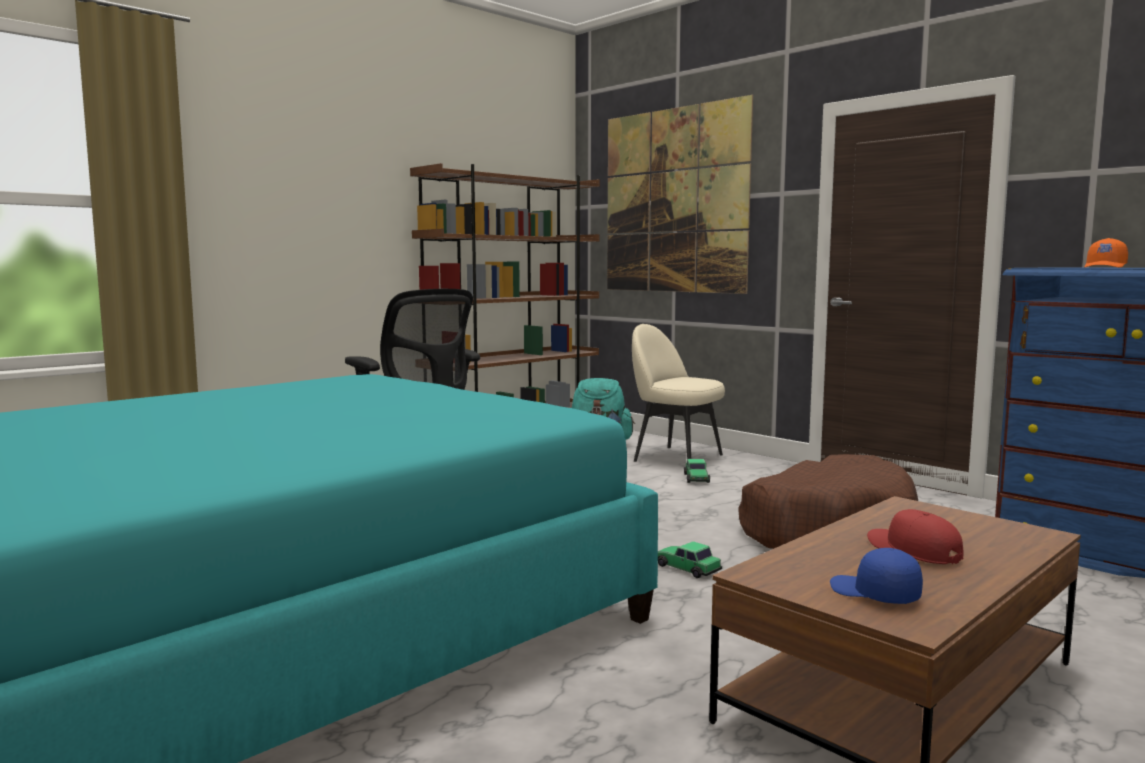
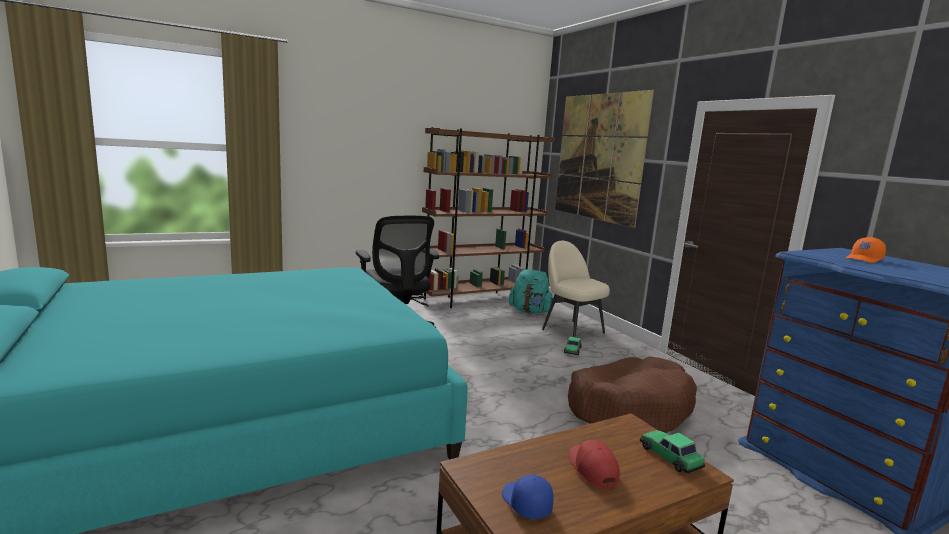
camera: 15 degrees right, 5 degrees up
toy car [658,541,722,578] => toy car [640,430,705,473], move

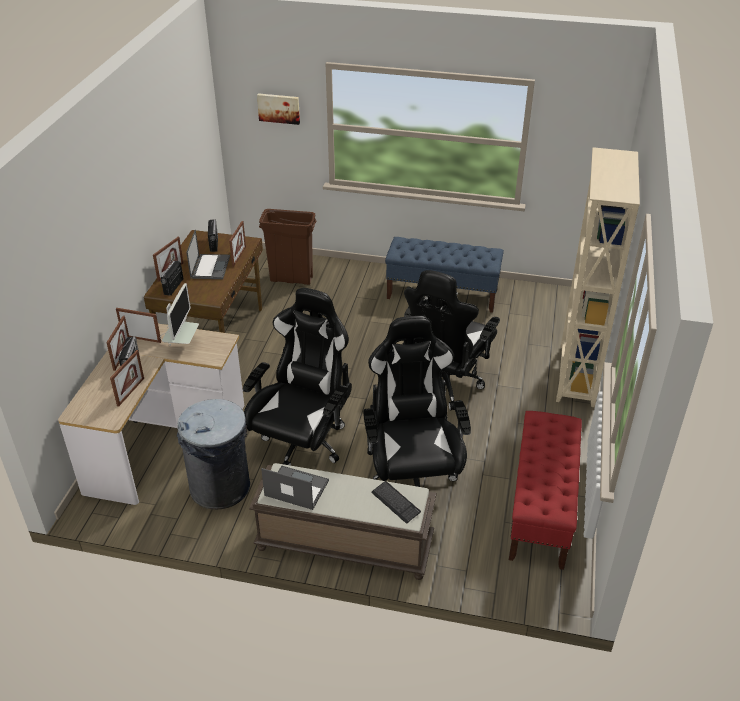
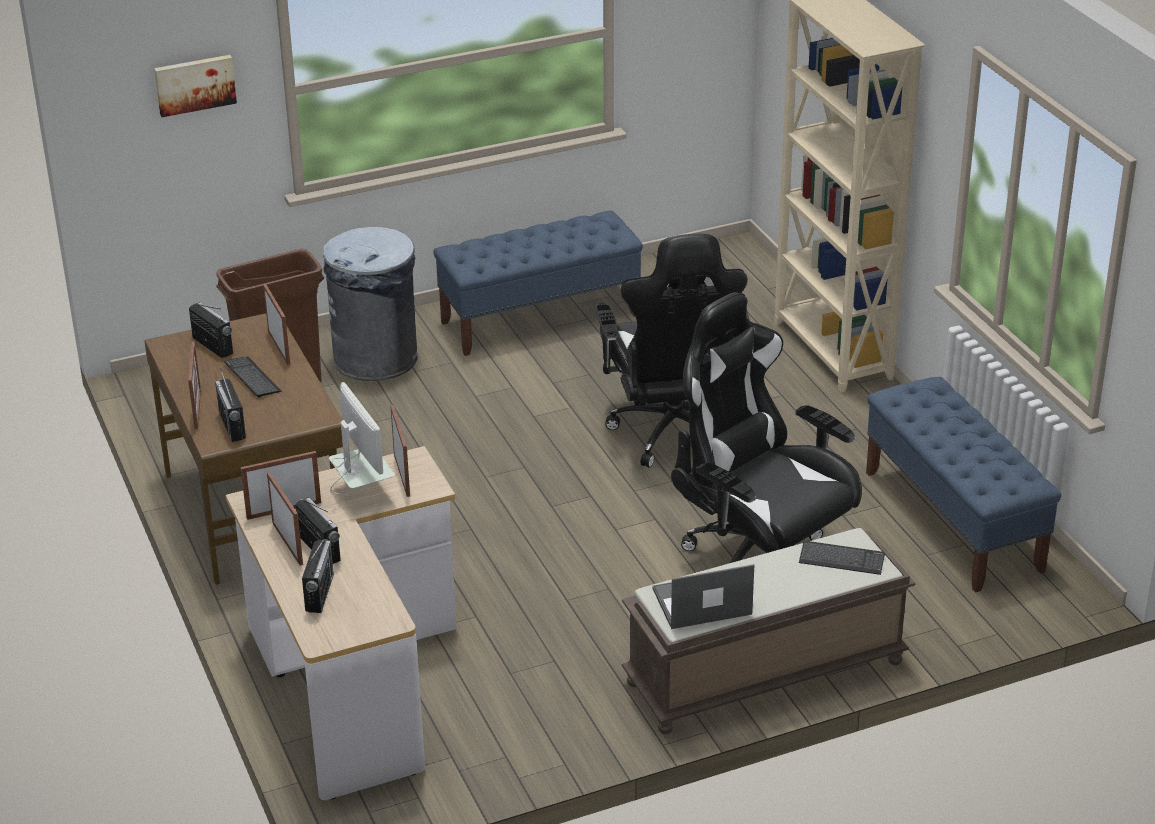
camera: 35 degrees left, 5 degrees down
laptop [186,230,230,279] => keyboard [224,357,282,398]
nothing => radio set [302,539,334,613]
grey trash can [177,399,250,509] => grey trash can [323,227,418,381], move
photo frame [110,350,144,407] => photo frame [390,405,410,497], move
red-coloured long seat [509,411,582,570] => blue long seat [866,377,1061,593]
black office chair [243,288,352,466] => nothing

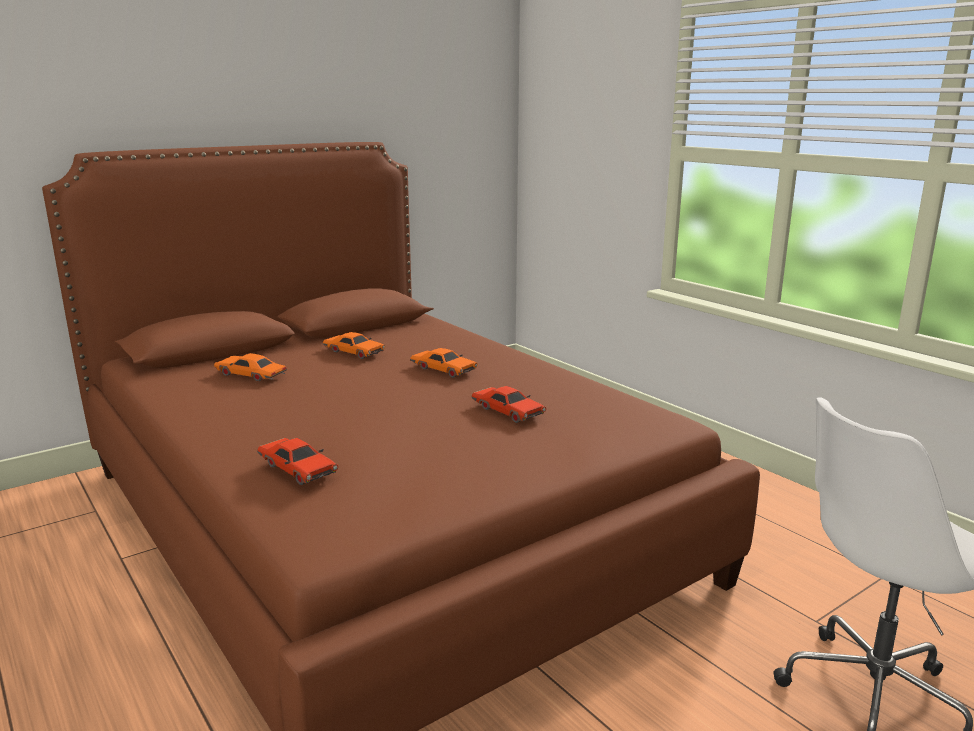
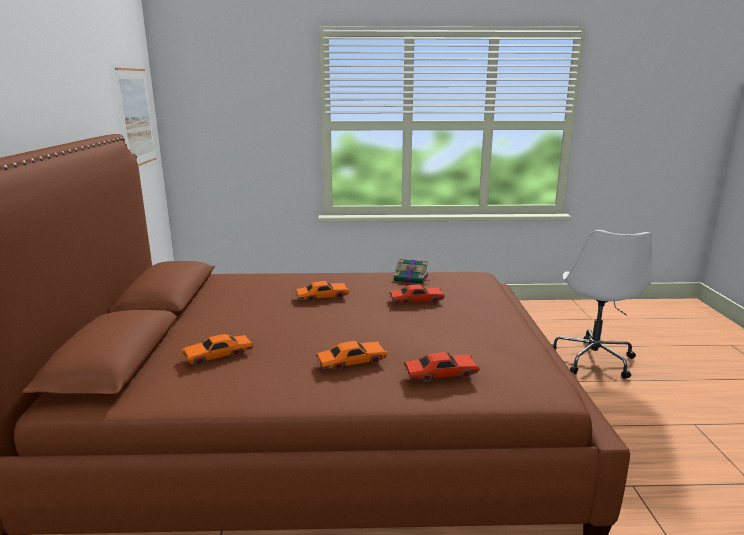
camera: 55 degrees left, 0 degrees up
nothing => picture [115,68,156,166]
orange toy car [323,332,385,359] => orange toy car [316,341,387,370], move
nothing => volume [394,259,430,284]

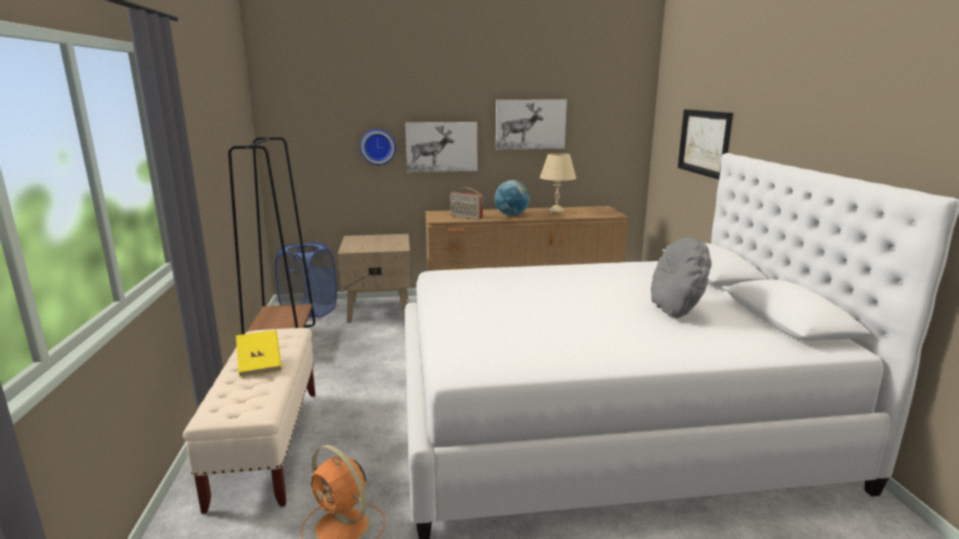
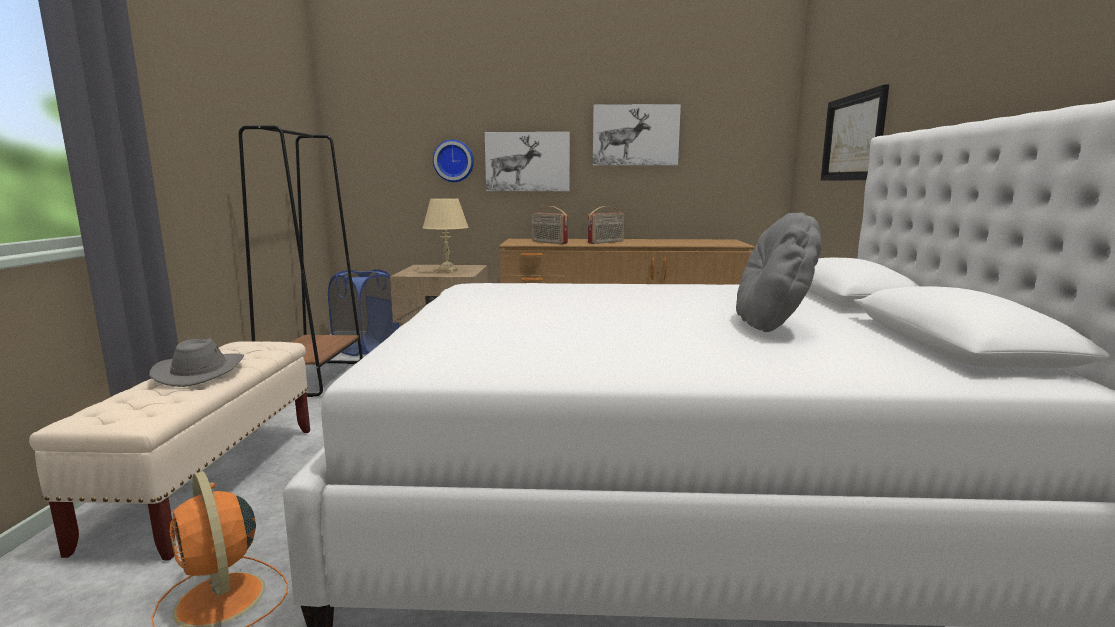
camera: 10 degrees right, 5 degrees down
yellow volume [236,330,282,377] => grey wearable hat [149,338,244,387]
beige-coloured lamp for a table [540,153,576,214] => beige-coloured lamp for a table [423,198,469,273], move
globe [495,180,530,216] => radio set [588,206,624,244]

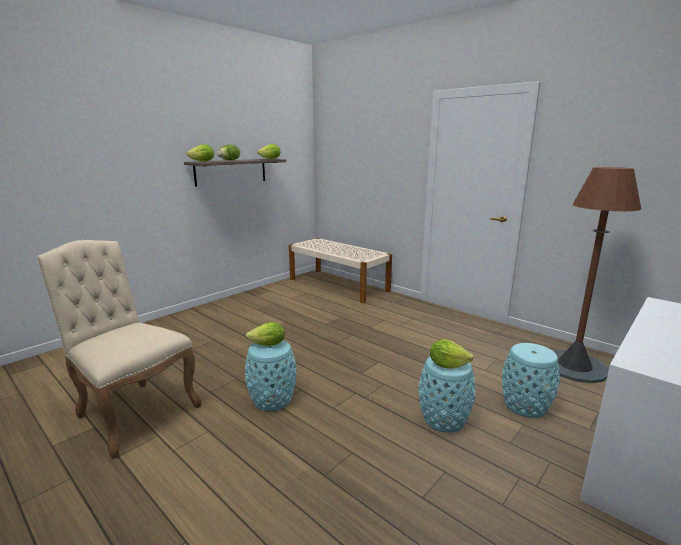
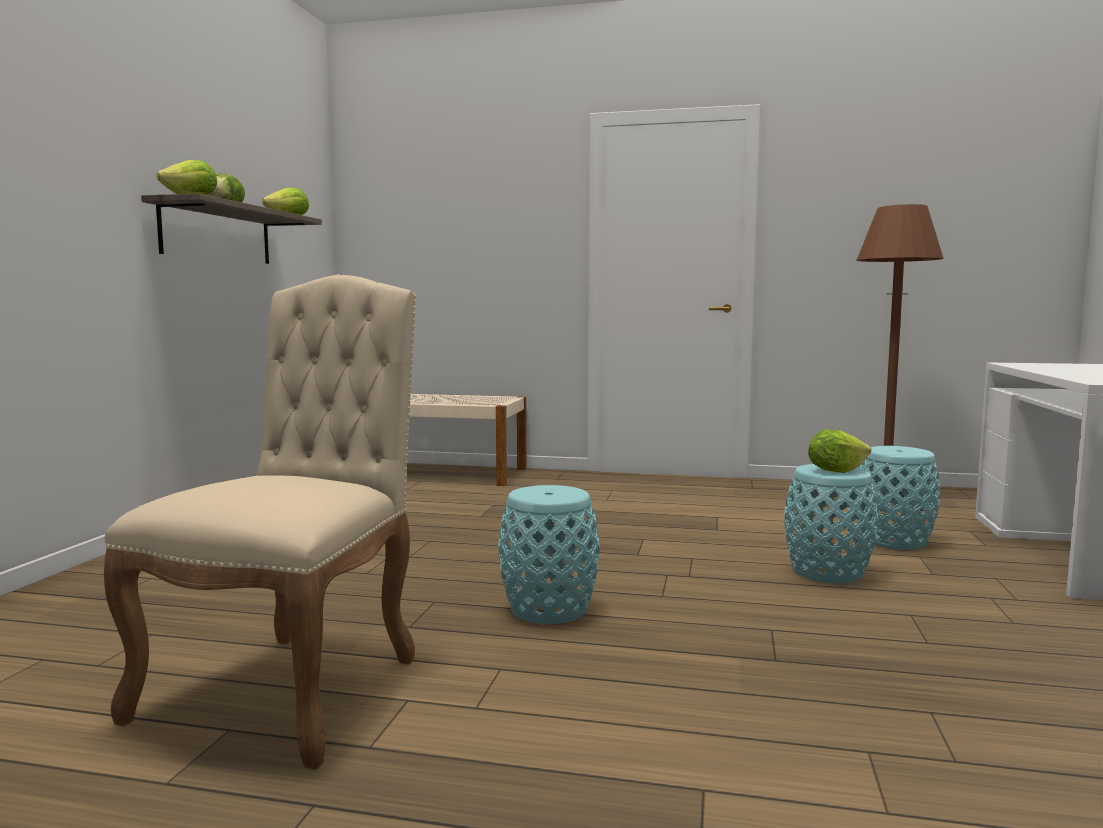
camera: 30 degrees left, 10 degrees down
beige-coloured upright chair [37,240,201,459] => beige-coloured upright chair [104,274,416,769], 105 degrees clockwise
head of lettuce [246,322,285,346] => nothing

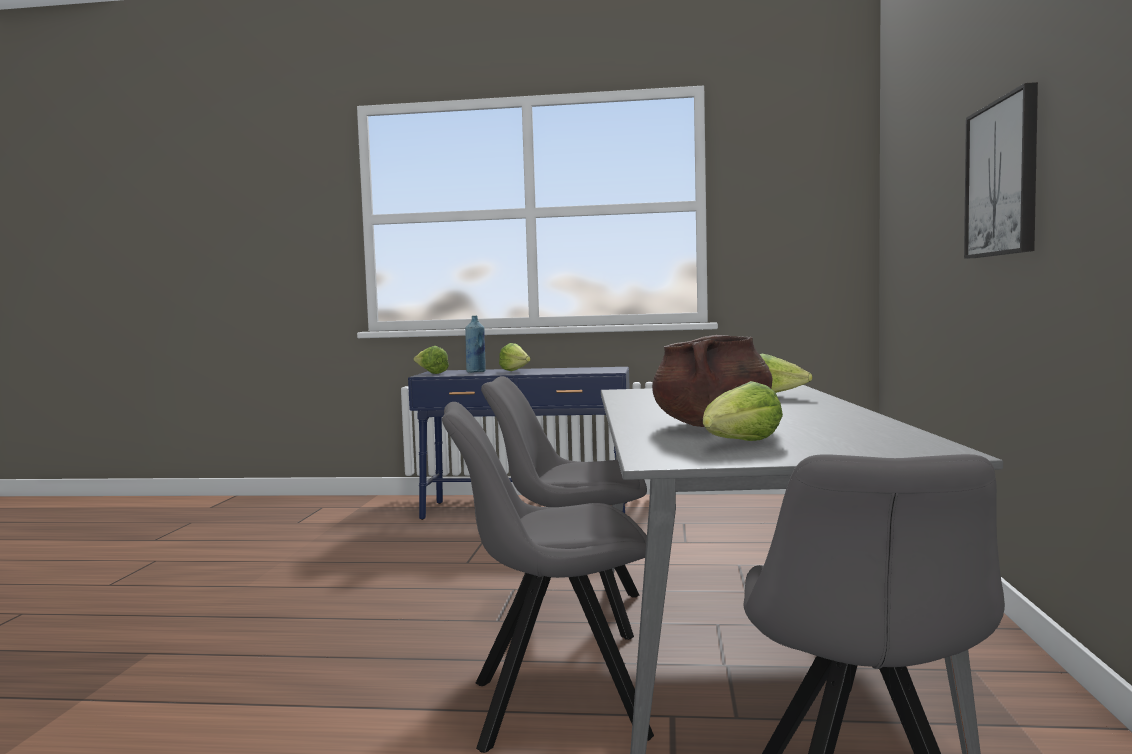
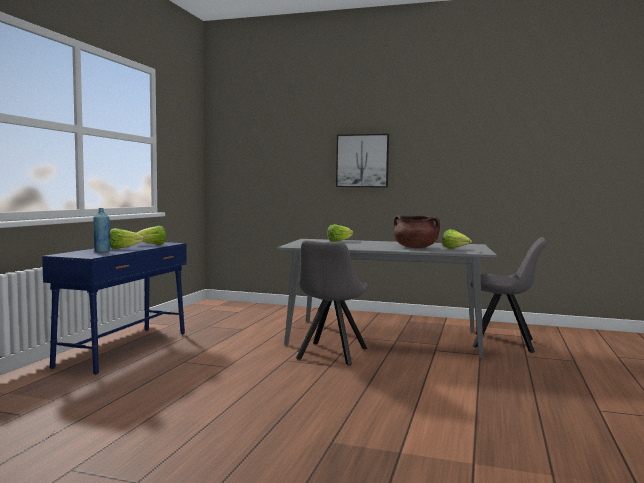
camera: 80 degrees left, 0 degrees up
head of lettuce [413,346,449,374] => head of lettuce [137,226,166,245], move
grey upright chair [442,402,654,753] => nothing

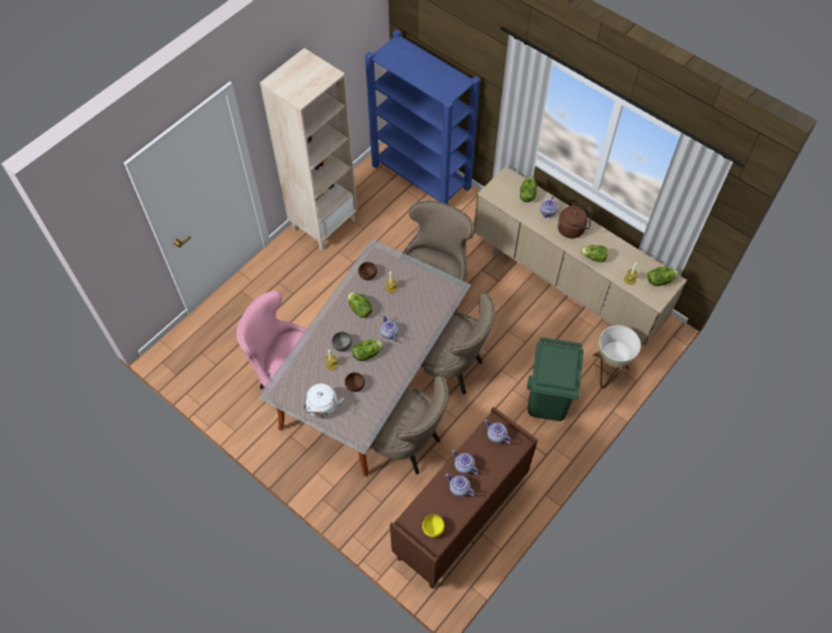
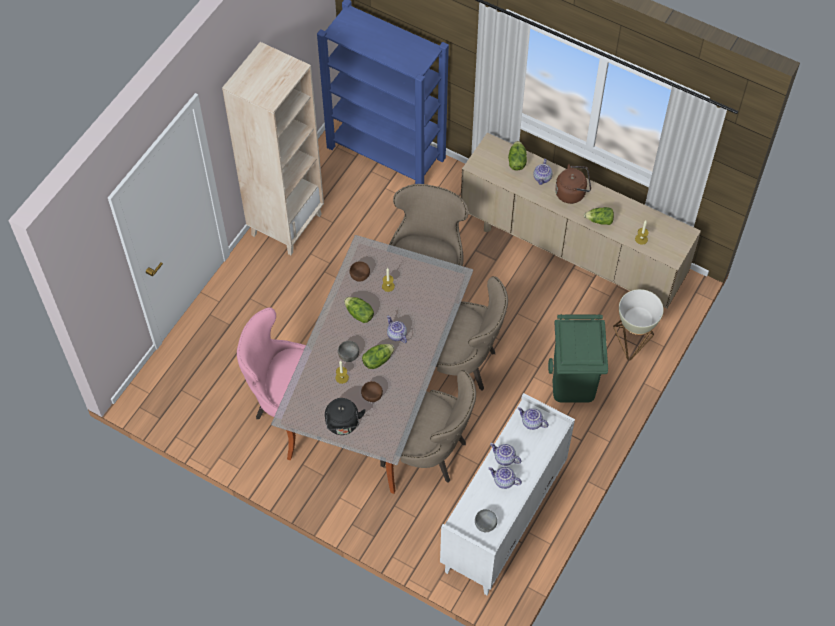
camera: 10 degrees left, 0 degrees up
whitish water kettle [304,384,344,419] => black water kettle [325,398,366,435]
brown drawer chest [390,406,538,589] => whitish drawer chest [440,393,575,595]
yellow serving bowl [422,514,444,538] => grey serving bowl [475,509,497,532]
head of lettuce [647,267,679,286] => nothing

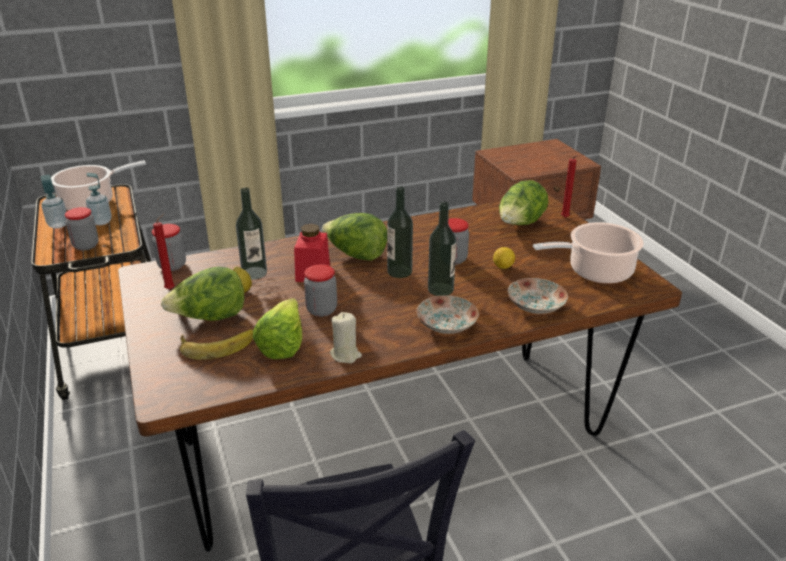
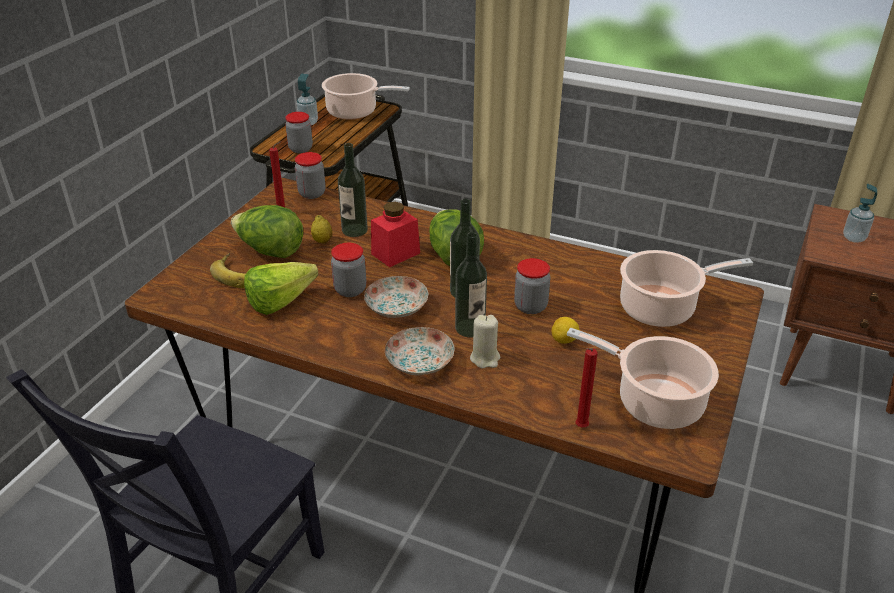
camera: 45 degrees right, 5 degrees up
plate [508,278,568,314] => plate [364,276,428,318], move
beige-coloured wax candle [330,312,362,363] => beige-coloured wax candle [470,315,500,368], move
red-coloured wax candle [561,156,577,218] => red-coloured wax candle [575,348,598,427], move
head of lettuce [499,180,549,225] => cooking pot [620,250,753,327]
soap dispenser [86,173,112,225] => soap dispenser [843,184,877,243], move

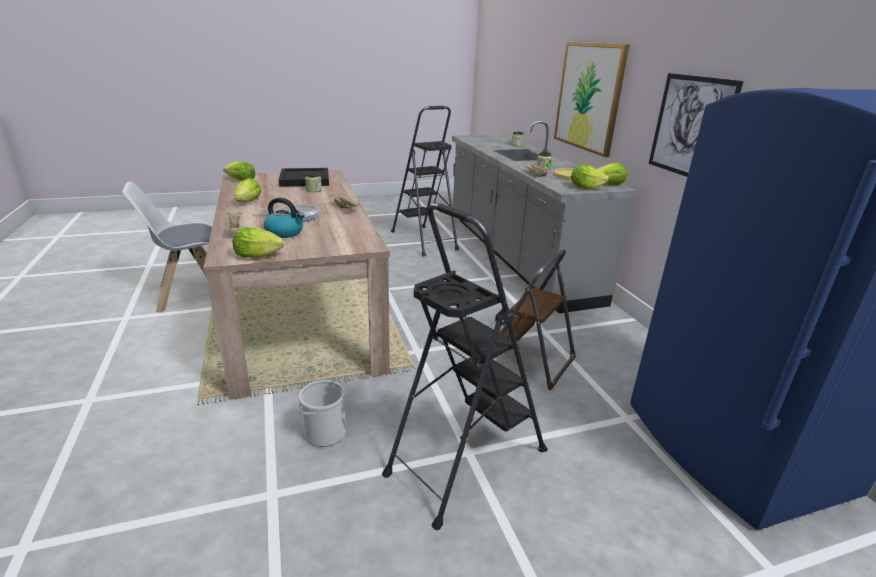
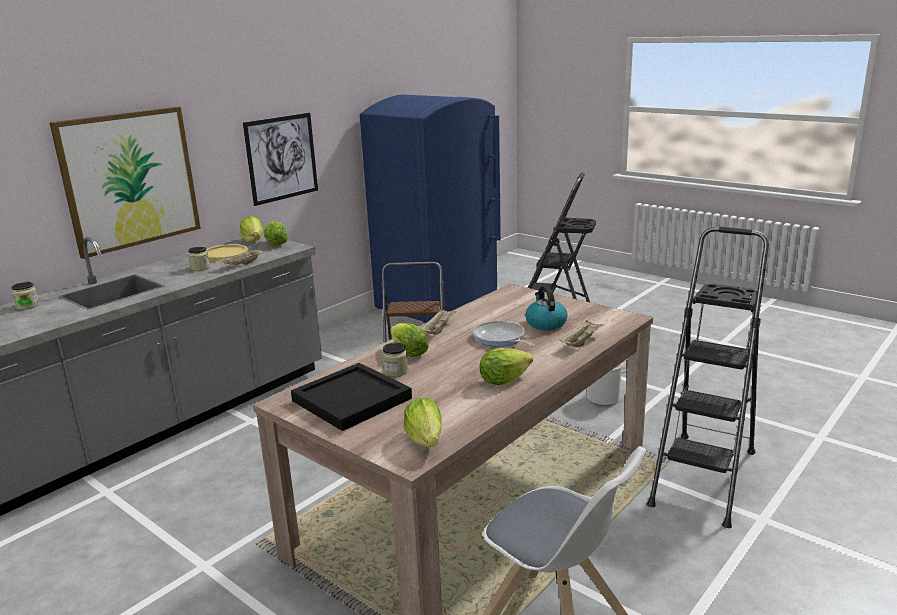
camera: 120 degrees left, 5 degrees down
head of lettuce [232,227,284,258] => head of lettuce [390,323,429,357], move
stepladder [391,106,459,257] => stepladder [647,226,769,528], move

